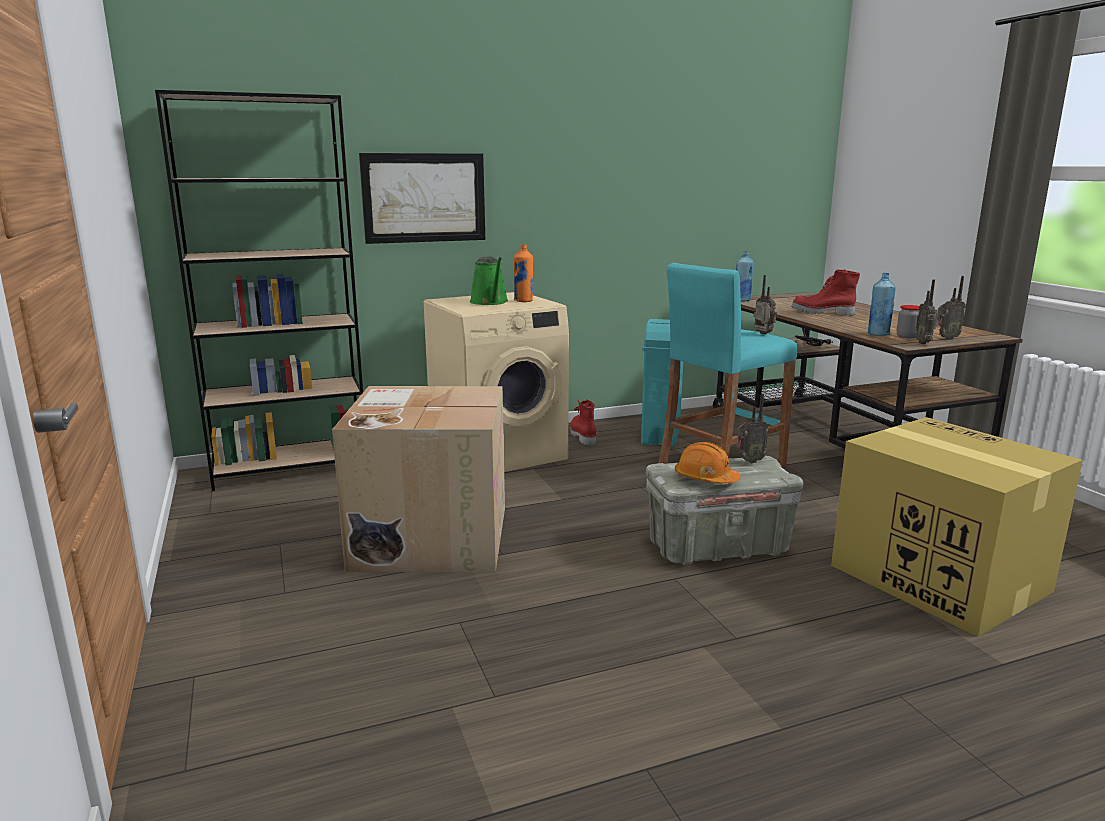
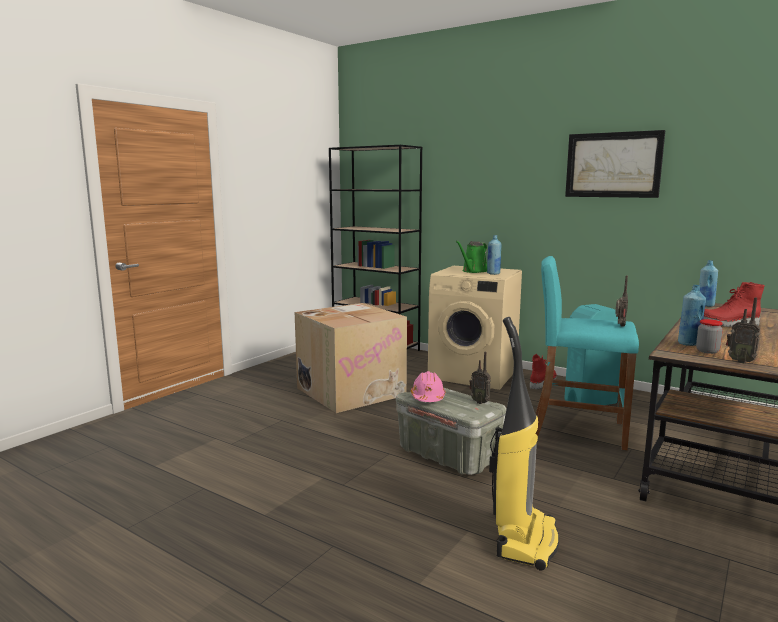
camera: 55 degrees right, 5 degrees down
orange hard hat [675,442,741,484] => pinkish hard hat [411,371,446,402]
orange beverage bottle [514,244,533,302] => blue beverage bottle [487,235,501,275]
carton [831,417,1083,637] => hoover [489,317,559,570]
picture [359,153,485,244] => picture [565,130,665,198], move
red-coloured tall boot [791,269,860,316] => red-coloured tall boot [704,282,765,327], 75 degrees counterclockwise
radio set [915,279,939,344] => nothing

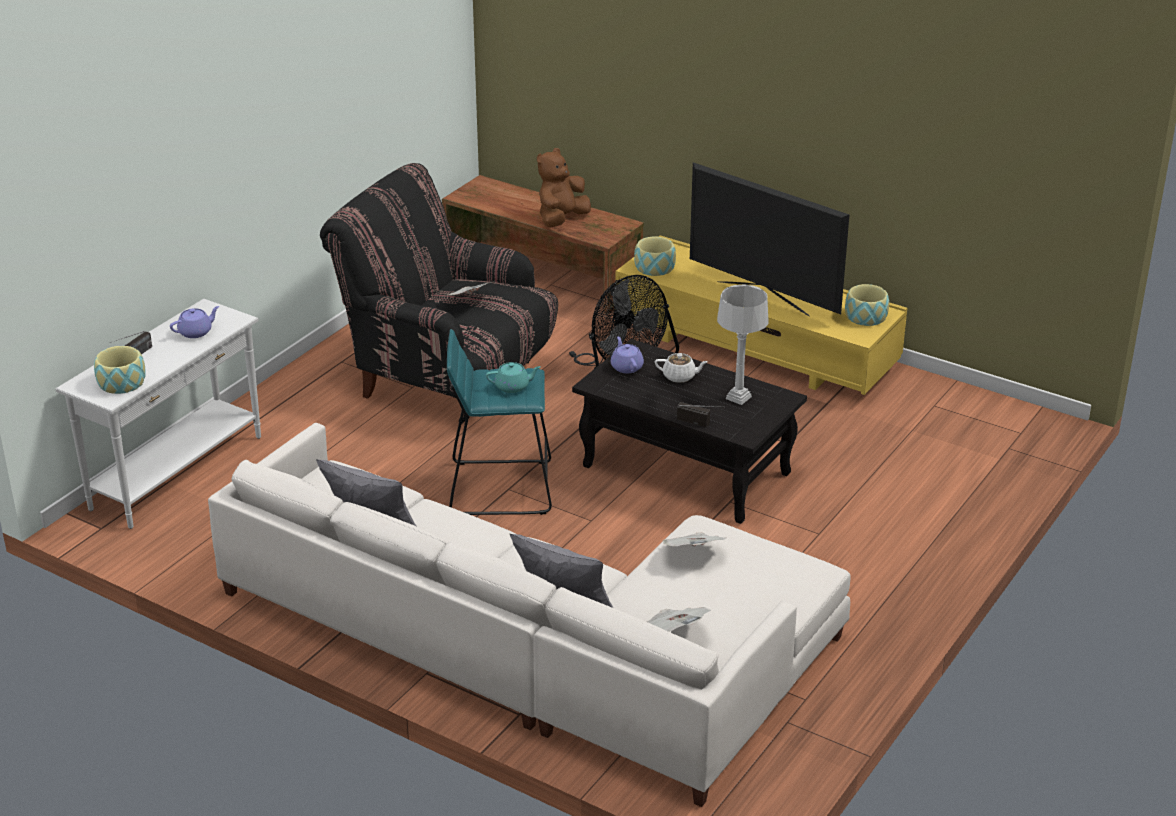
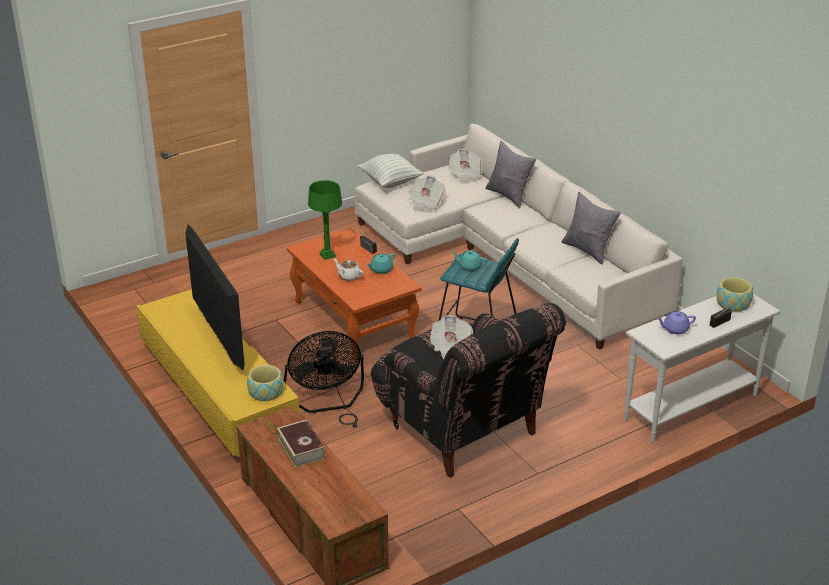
camera: 155 degrees left, 0 degrees up
brown plush toy [537,148,591,227] => volume [277,420,325,468]
black coffee table [572,339,807,524] => orange coffee table [287,228,422,361]
grey lamp for a table [717,284,768,405] => green-coloured lamp for a table [308,180,342,260]
nothing => cushion [357,154,424,188]
nothing => blue-green tea pot [367,254,395,274]
purplish tea pot [611,336,644,373] => nothing
serving bowl [845,284,889,326] => nothing

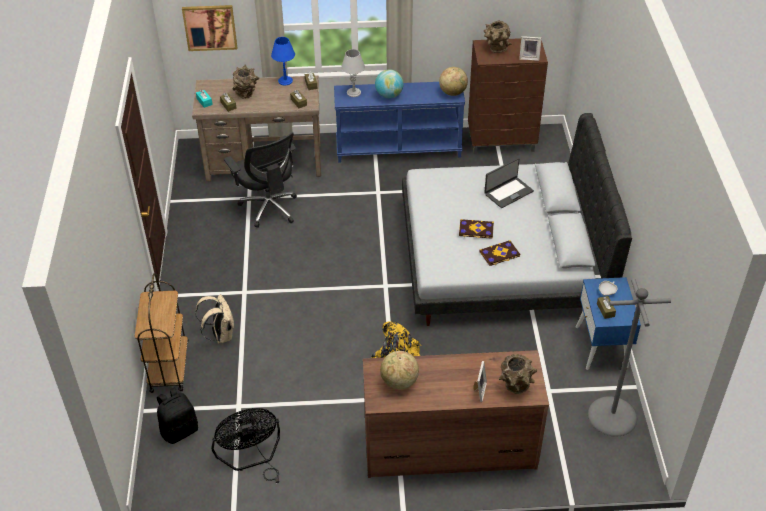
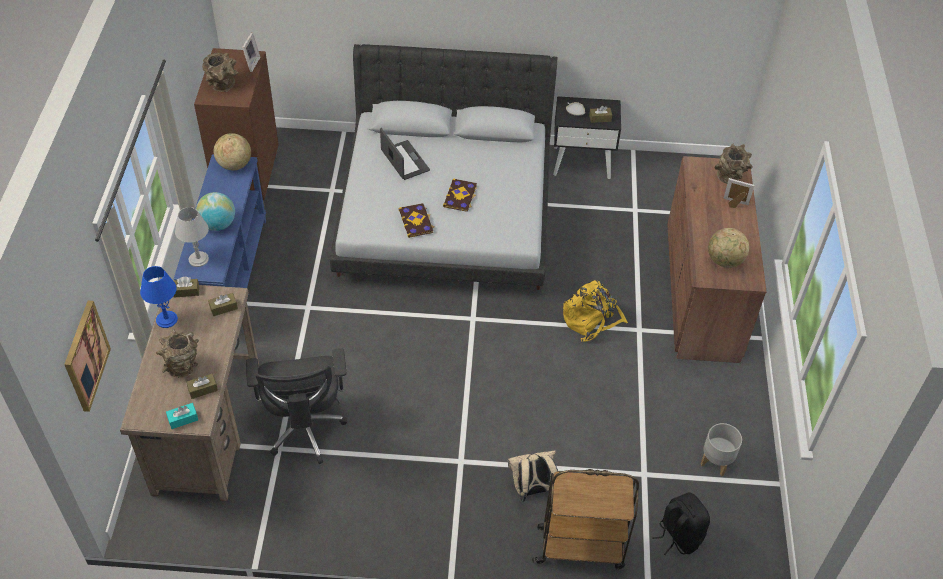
camera: 85 degrees left, 5 degrees up
office chair [224,132,297,228] => office chair [246,348,347,464], 105 degrees clockwise
volume [479,240,520,266] => volume [399,203,434,238], move
blue nightstand [576,277,641,370] => black nightstand [553,96,621,179]
black cooling fan [211,408,280,483] => grey planter [701,423,742,476]
grey garment rack [588,278,671,437] => nothing

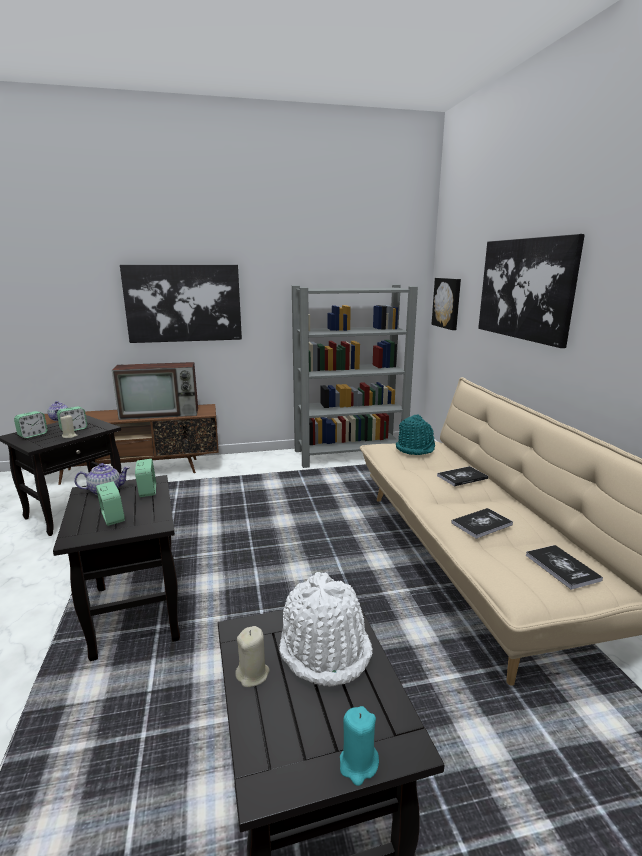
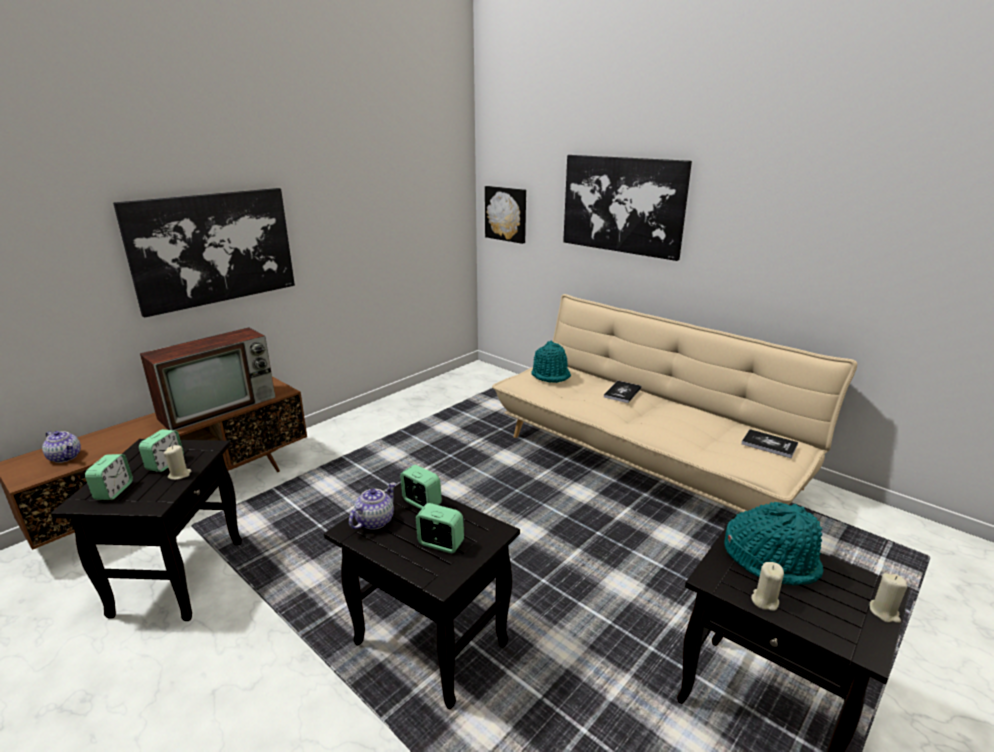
camera: 35 degrees left, 5 degrees up
whitish wearable hat [279,572,373,687] => blue-green wearable hat [724,502,824,586]
blue-green wax candle [340,706,379,786] => beige-coloured wax candle [870,573,908,623]
grey bookcase [292,284,418,468] => nothing
volume [451,508,513,539] => nothing

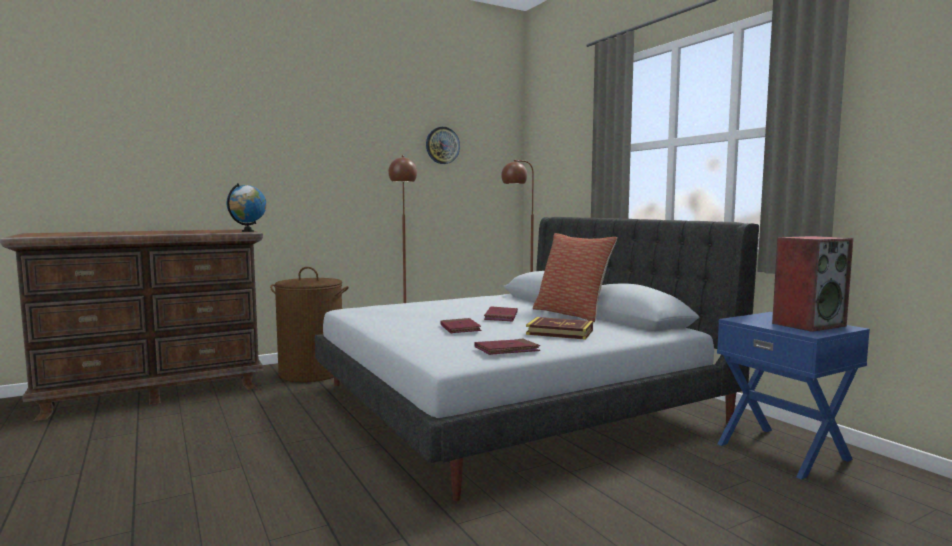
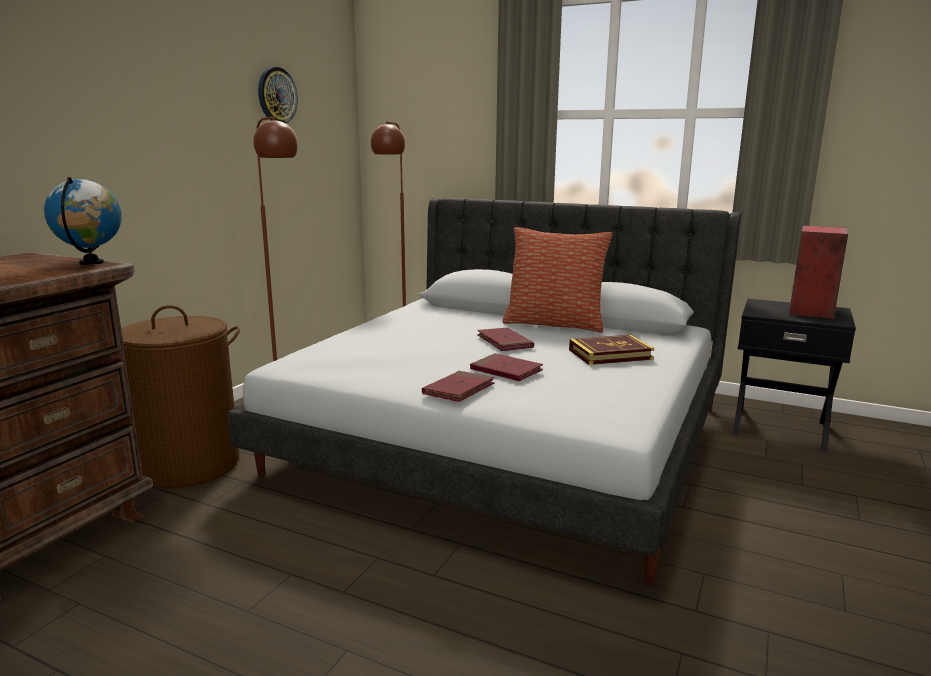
camera: 35 degrees left, 10 degrees up
red-coloured volume [475,338,540,355] => red-coloured volume [422,371,495,402], move
blue nightstand [717,312,870,479] => black nightstand [733,298,856,452]

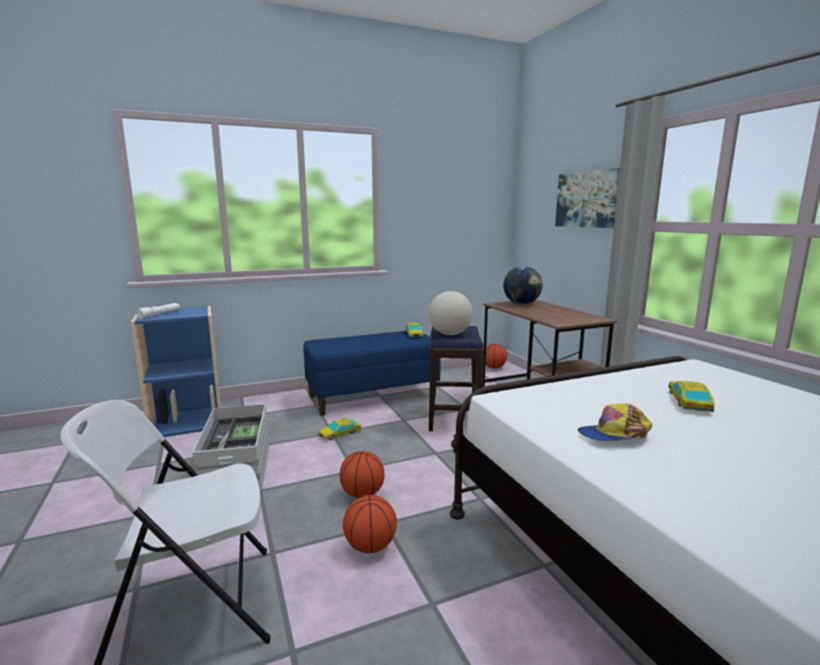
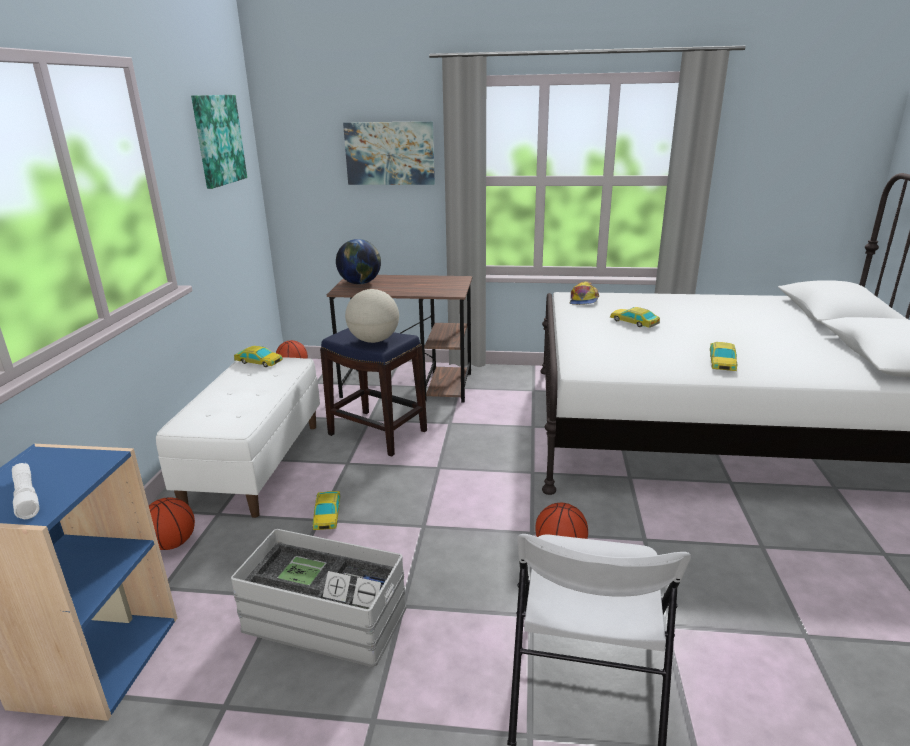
camera: 60 degrees left, 10 degrees up
basketball [339,451,384,498] => basketball [149,497,195,550], move
blue long seat [303,331,441,415] => whitish long seat [156,357,320,518]
nothing => picture [191,95,247,189]
baseball cap [578,404,652,442] => baseball cap [570,282,599,305], move
nothing => toy car [710,342,737,371]

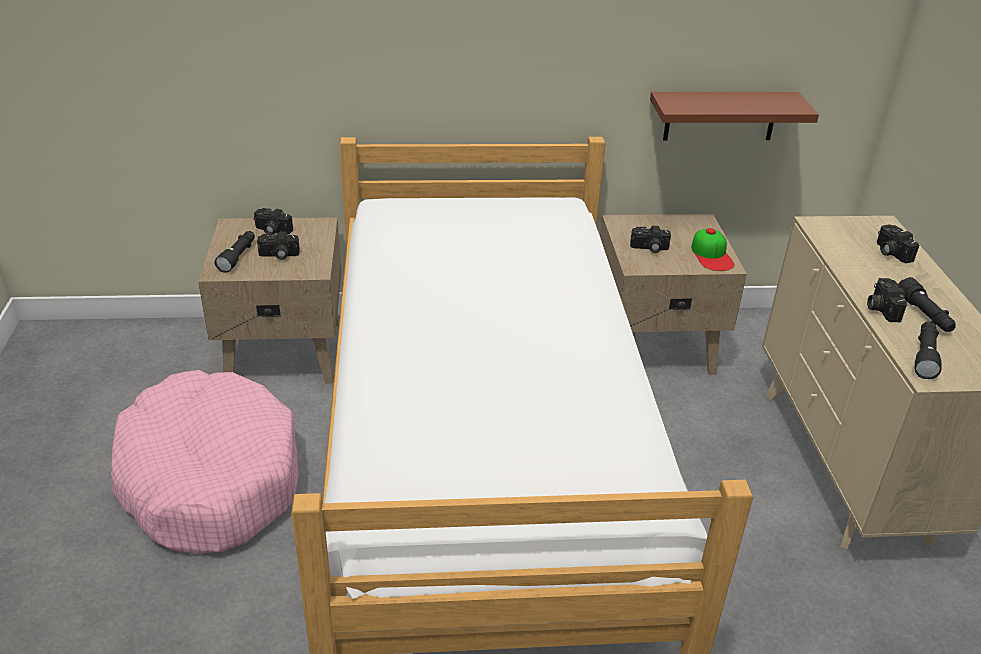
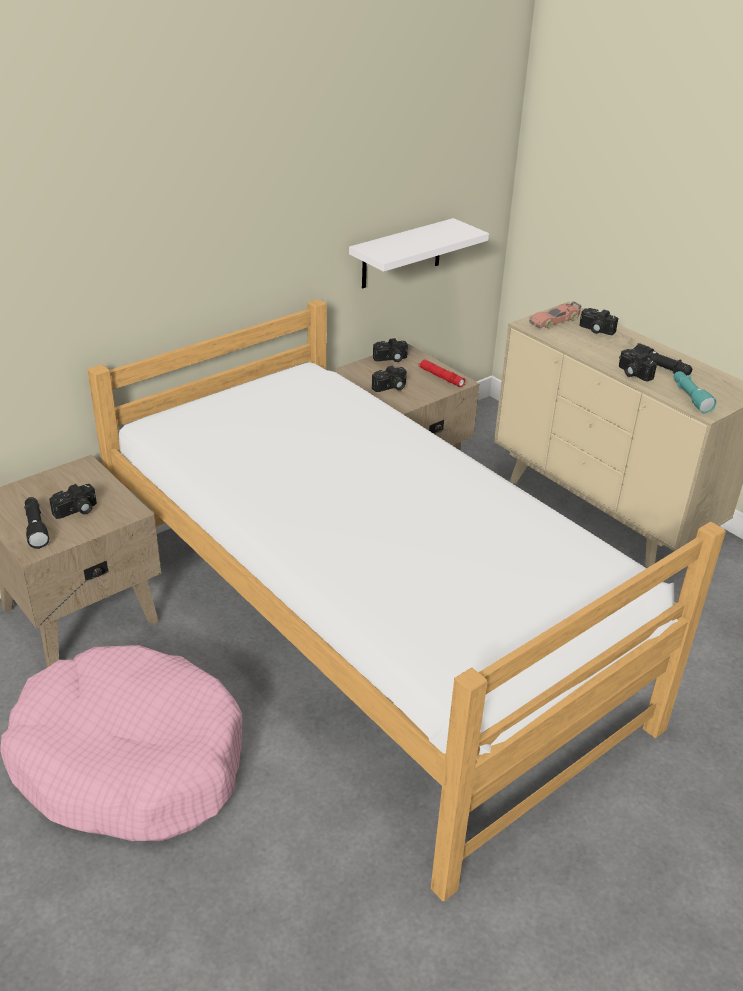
camera: 35 degrees left, 0 degrees up
brown shelf [650,92,819,140] => whitish shelf [349,218,489,288]
still camera [254,208,293,235] => still camera [373,338,408,362], move
baseball cap [691,228,734,271] => red-coloured torch [419,360,465,387]
nothing => toy car [529,301,581,328]
black torch [915,322,941,379] => blue-green torch [674,371,717,413]

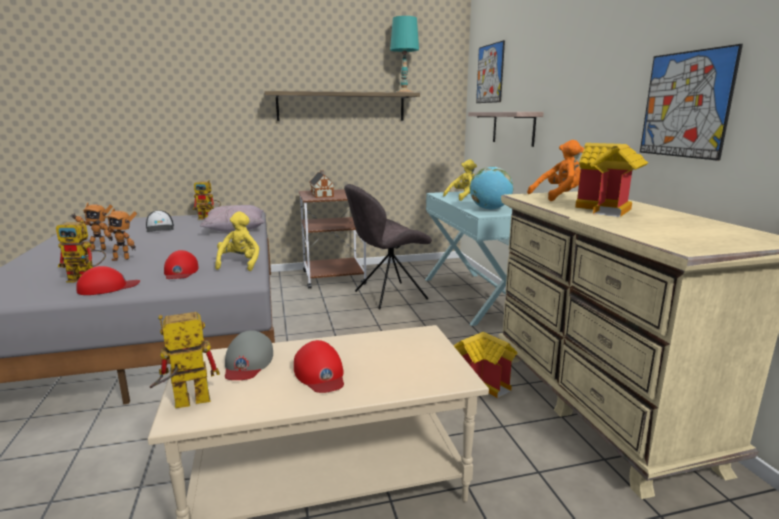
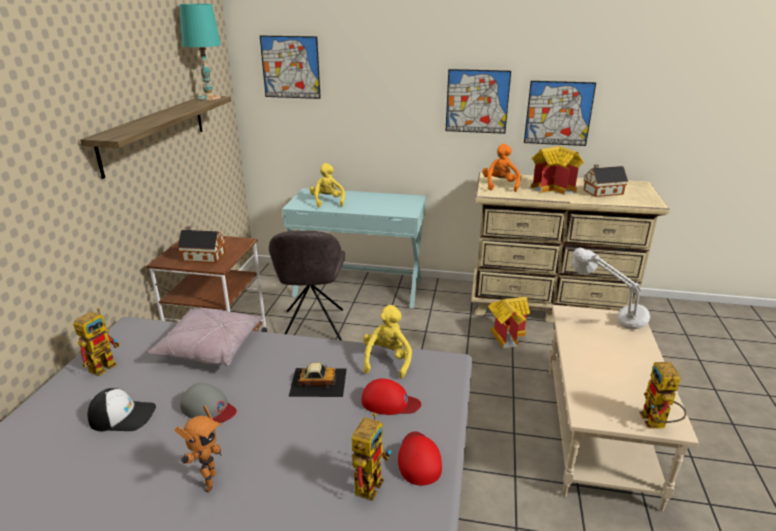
camera: 65 degrees left, 10 degrees up
grey baseball cap [225,330,273,380] => grey baseball cap [180,383,237,423], move
nothing => toy car [288,362,347,397]
yellow plush toy [215,212,259,271] => yellow plush toy [363,305,412,379], 75 degrees clockwise
nothing => picture [446,69,511,134]
nothing => grey lamp for a table [572,248,650,330]
nothing => toy house [584,164,628,197]
robot figure [95,208,137,261] => nothing
red-coloured baseball cap [294,340,344,393] => nothing
shelf [468,112,544,147] => nothing
globe [470,167,513,210] => nothing

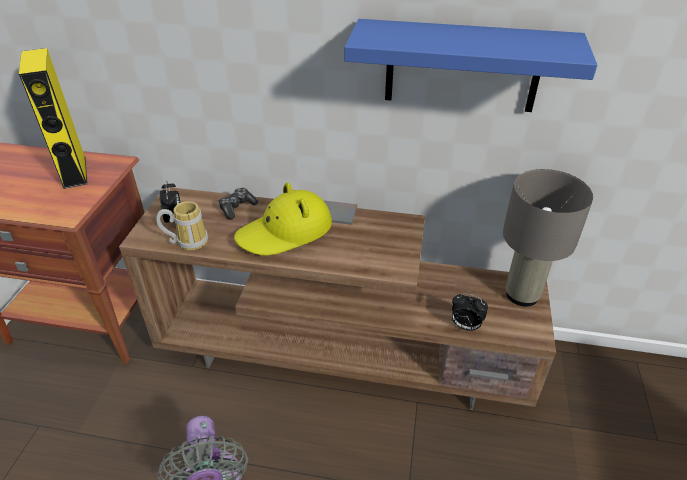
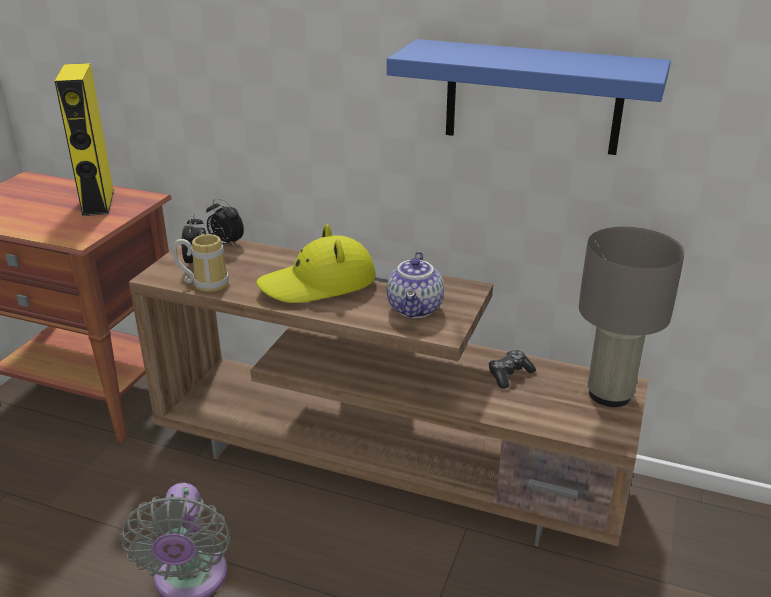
camera: 10 degrees right, 10 degrees down
bedside clock [452,293,488,331] => bedside clock [206,199,244,247], move
nothing => tea pot [386,251,444,318]
game controller [218,188,258,220] => game controller [489,350,536,389], move

